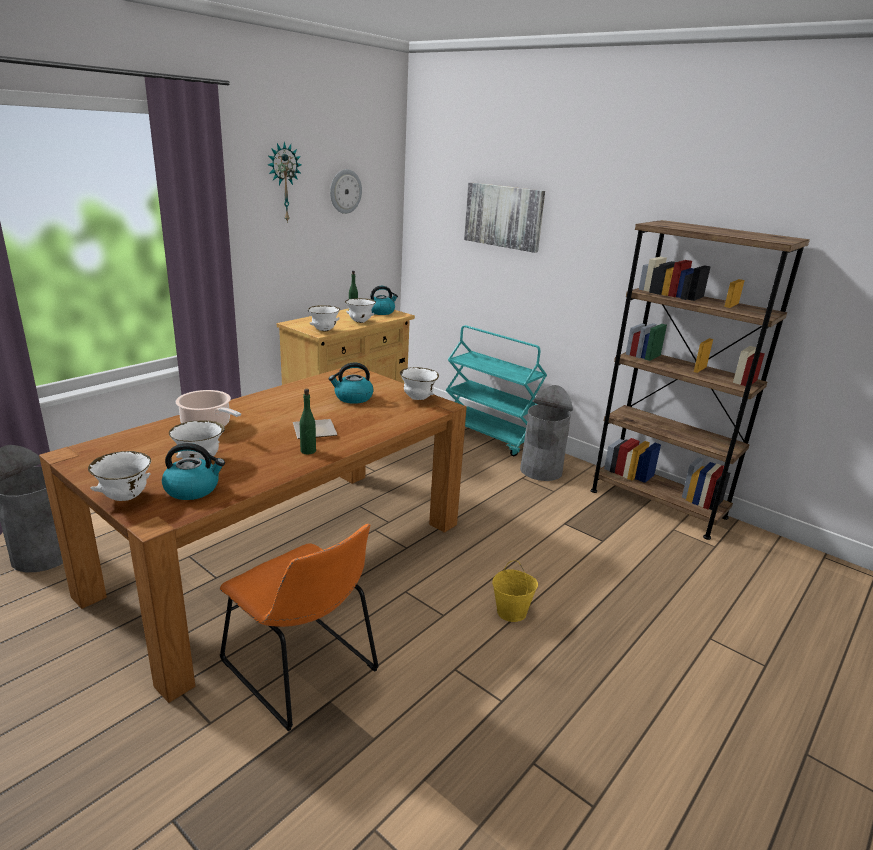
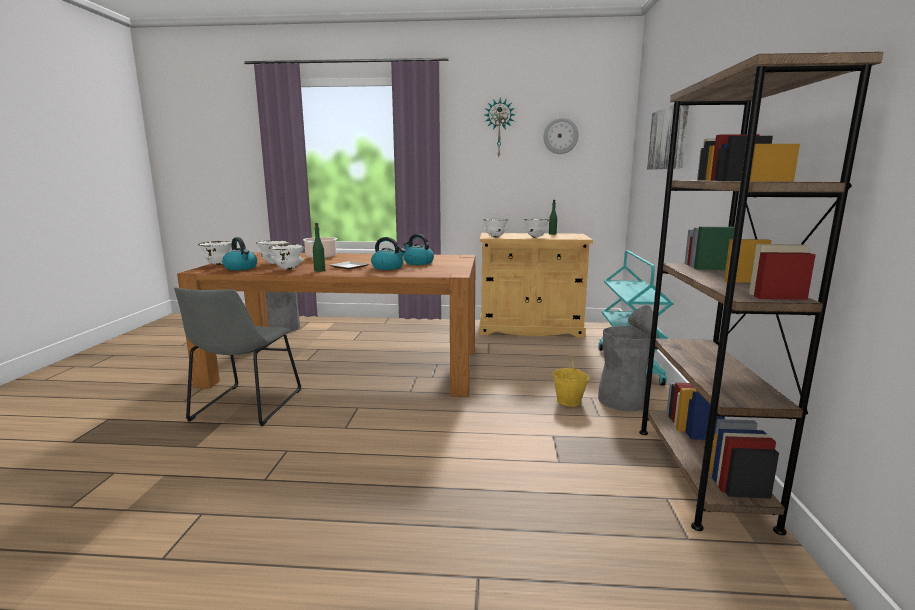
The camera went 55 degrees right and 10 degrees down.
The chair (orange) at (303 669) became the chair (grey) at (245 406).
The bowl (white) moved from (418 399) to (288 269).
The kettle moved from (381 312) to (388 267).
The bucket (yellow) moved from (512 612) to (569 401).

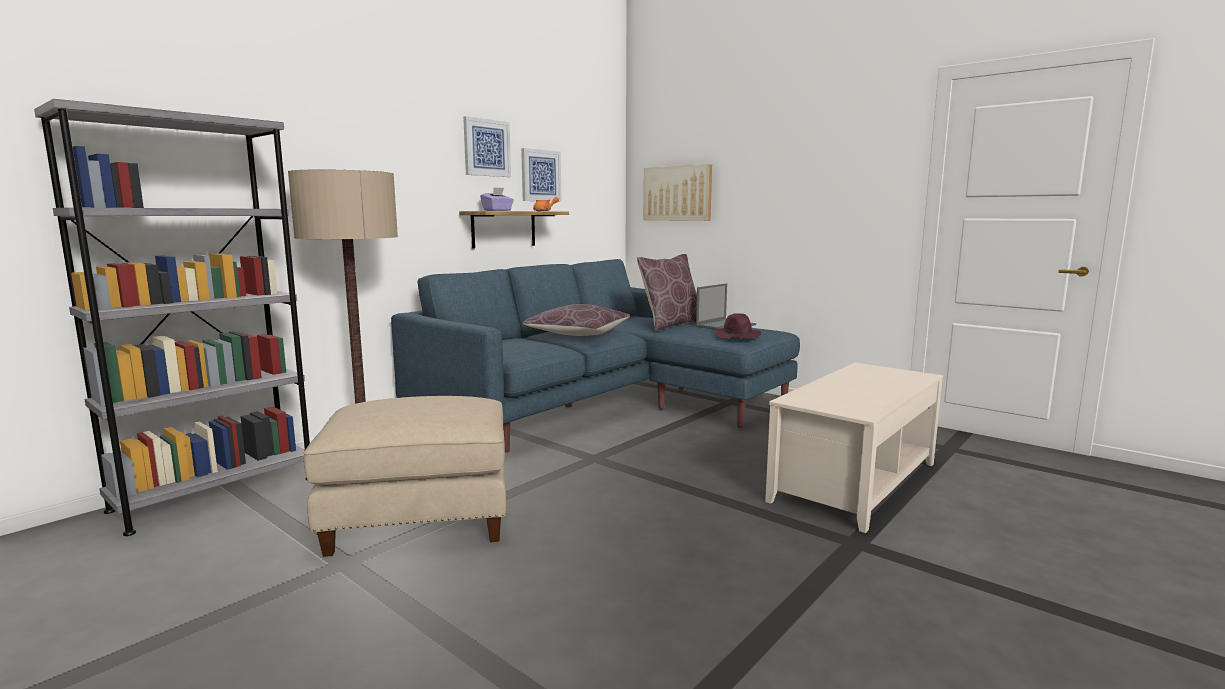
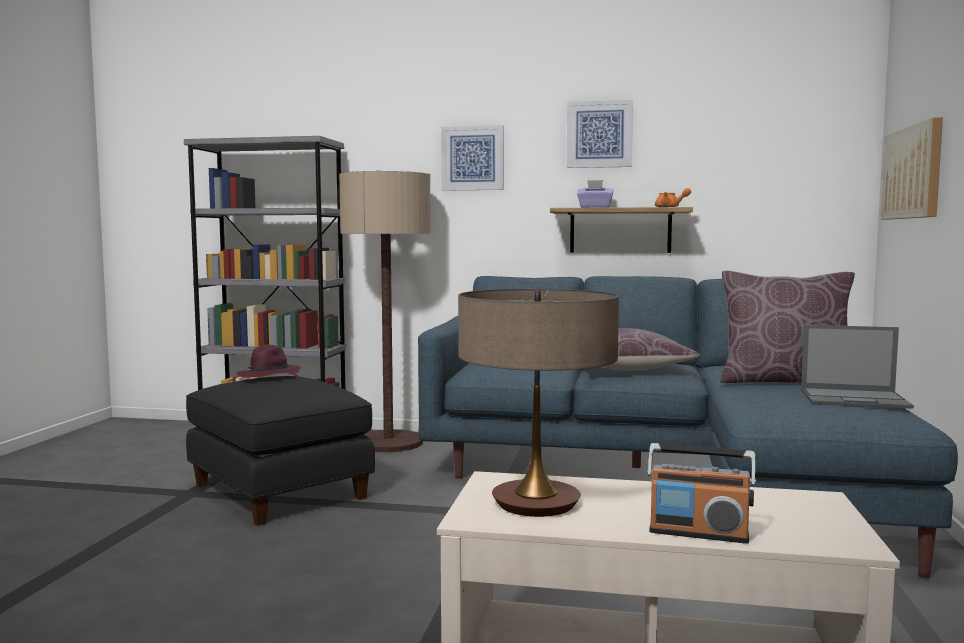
The camera went 60 degrees right and 5 degrees down.
The ottoman (beige) at (421 518) became the ottoman (black) at (281 491).
The hat (purple) moved from (738 336) to (268 376).
The picture moved from (540 175) to (472 158).
The table lamp at (536 503) appeared.
The radio at (698 533) appeared.

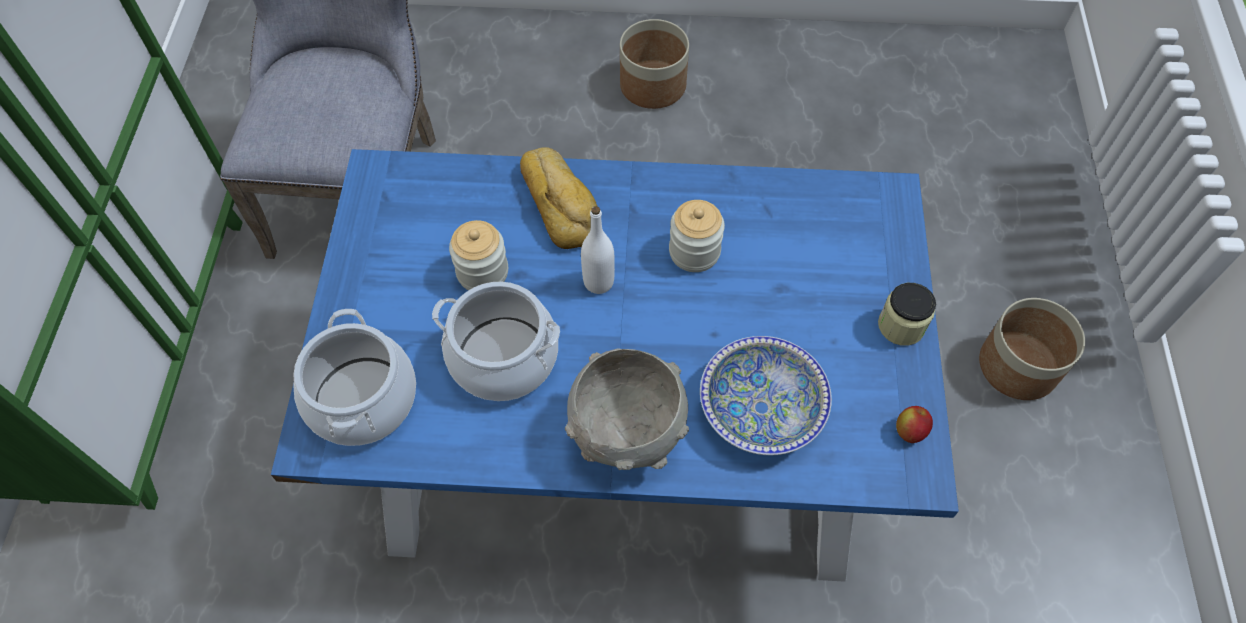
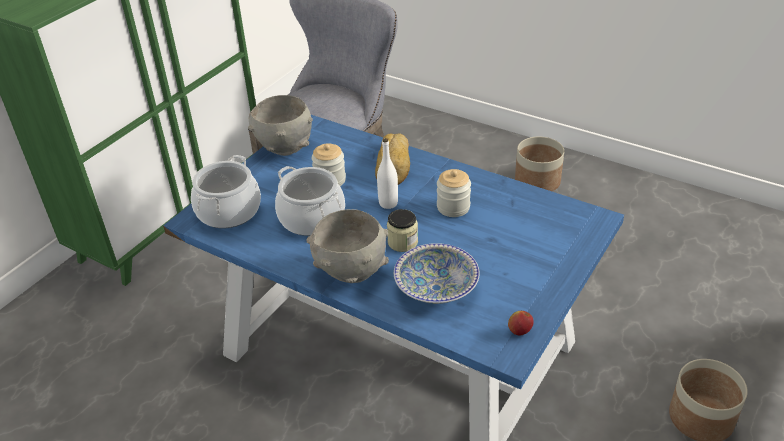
The camera went 30 degrees right and 20 degrees down.
The bowl (grey) at (284 148) appeared.
The jar moved from (901 326) to (402 242).

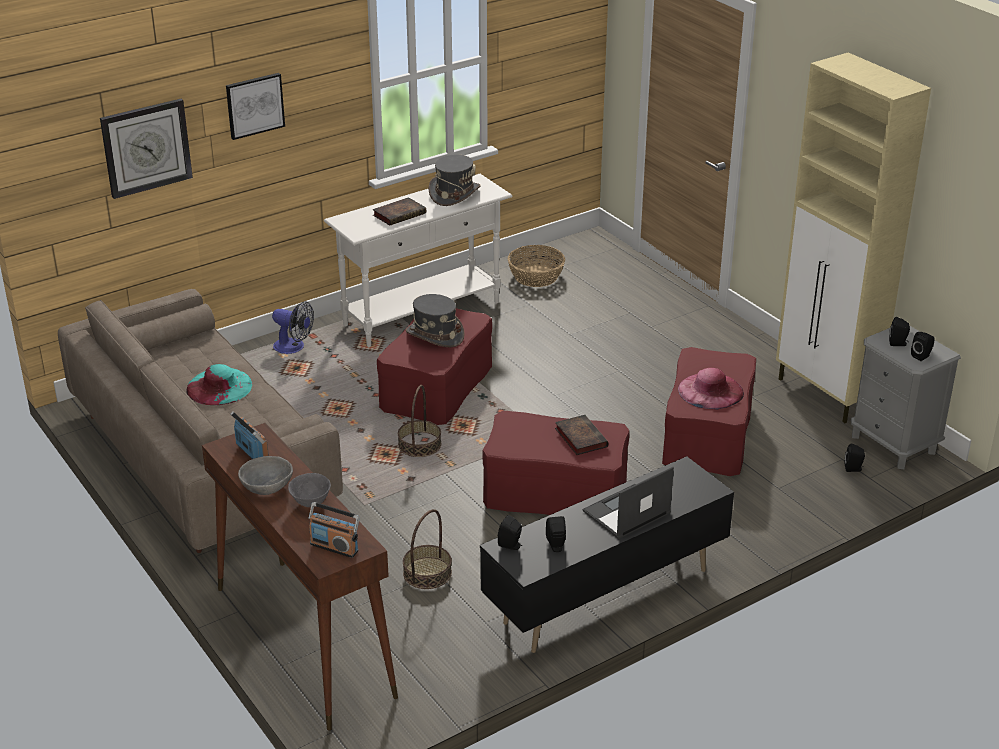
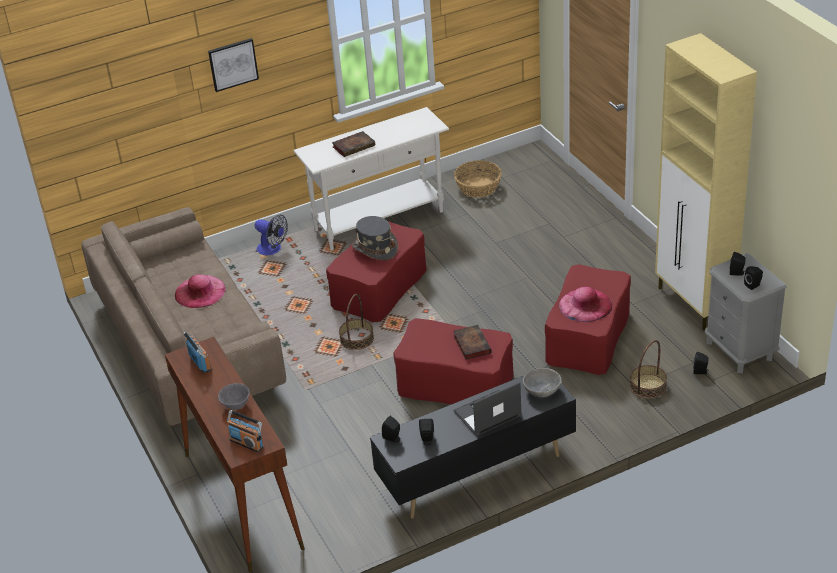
The camera went 10 degrees right and 5 degrees up.
The hat (turquoise) at (219 386) became the hat (pink) at (200 291).
The bowl (grey) moved from (266 487) to (542 390).
The basket moved from (427 573) to (648 386).
The wall clock at (146 147) disappeared.
The hat (grey) at (454 194) disappeared.

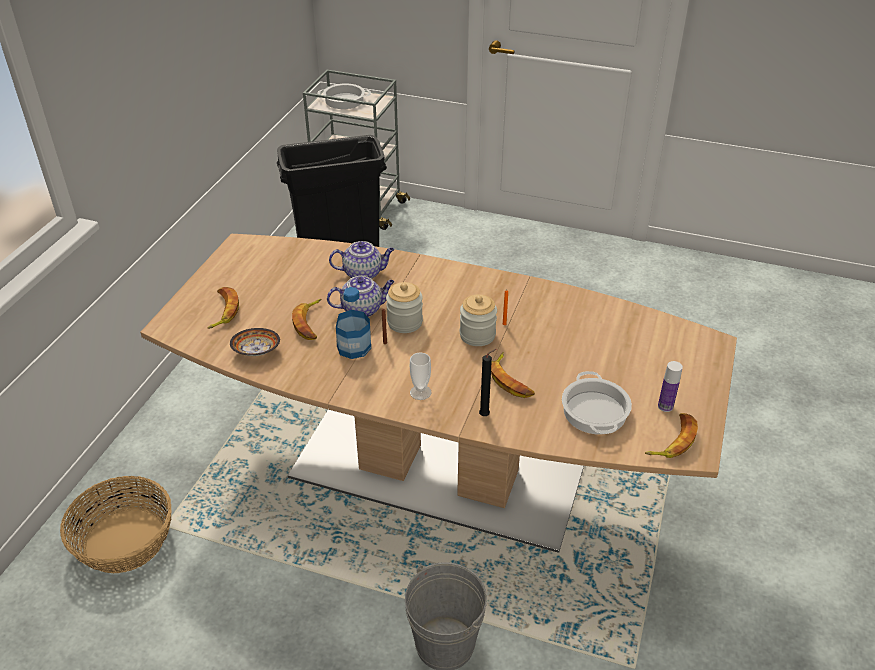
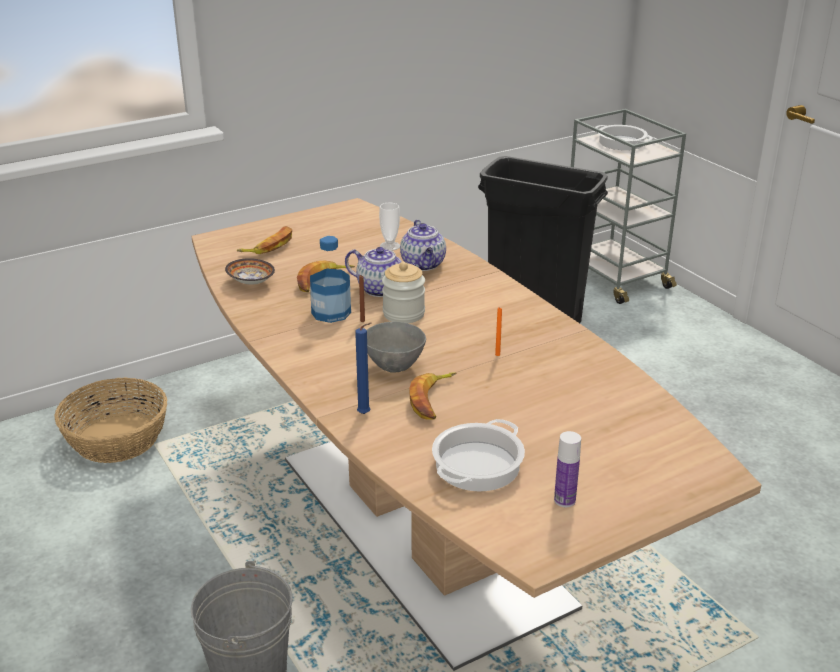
The camera went 40 degrees right and 10 degrees down.
The candle (black) at (486 415) became the candle (blue) at (365 414).
The bowl (grey) at (395 367) appeared.
The cup moved from (420 392) to (390 246).
The teapot at (363 273) turned 45 degrees clockwise.
The jar at (477 335) disappeared.
The banana at (673 440) disappeared.

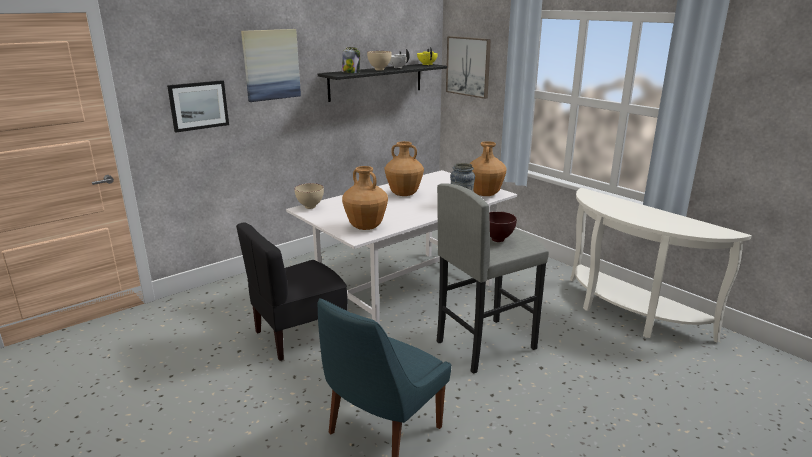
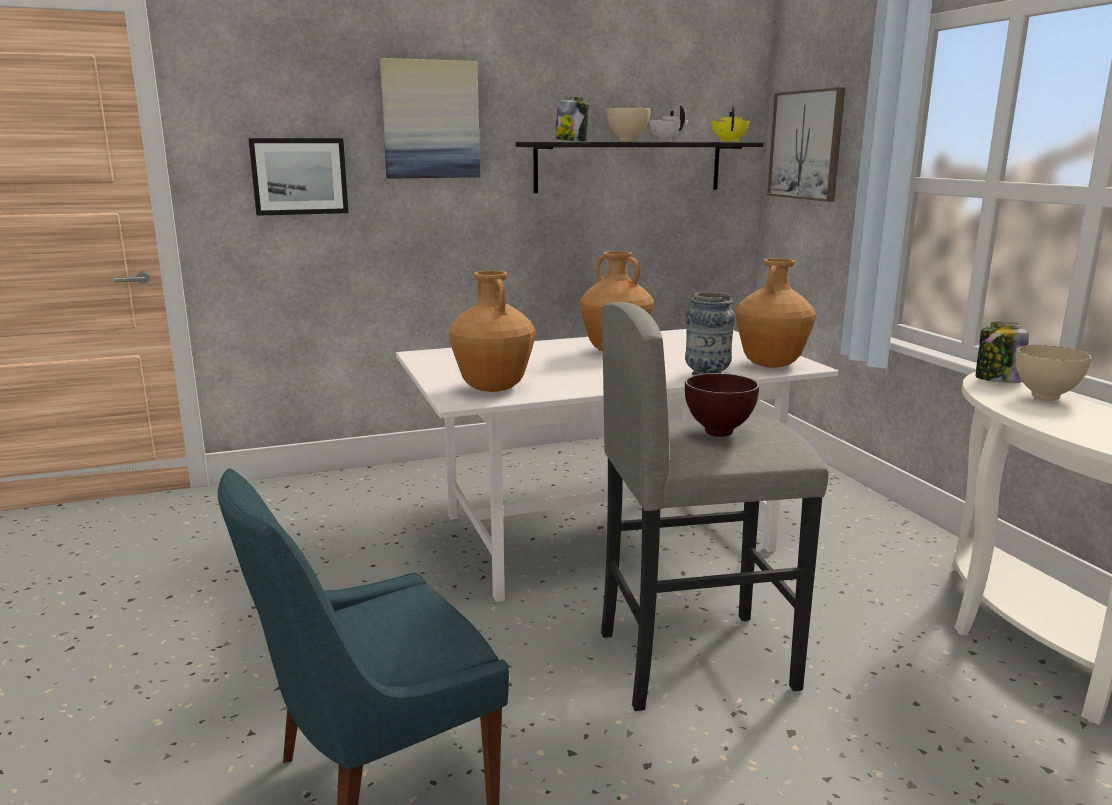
The camera went 20 degrees right and 5 degrees down.
The jar at (997 380) appeared.
The bowl (beige) moved from (309 207) to (1043 398).
The chair (black) at (299 335) disappeared.

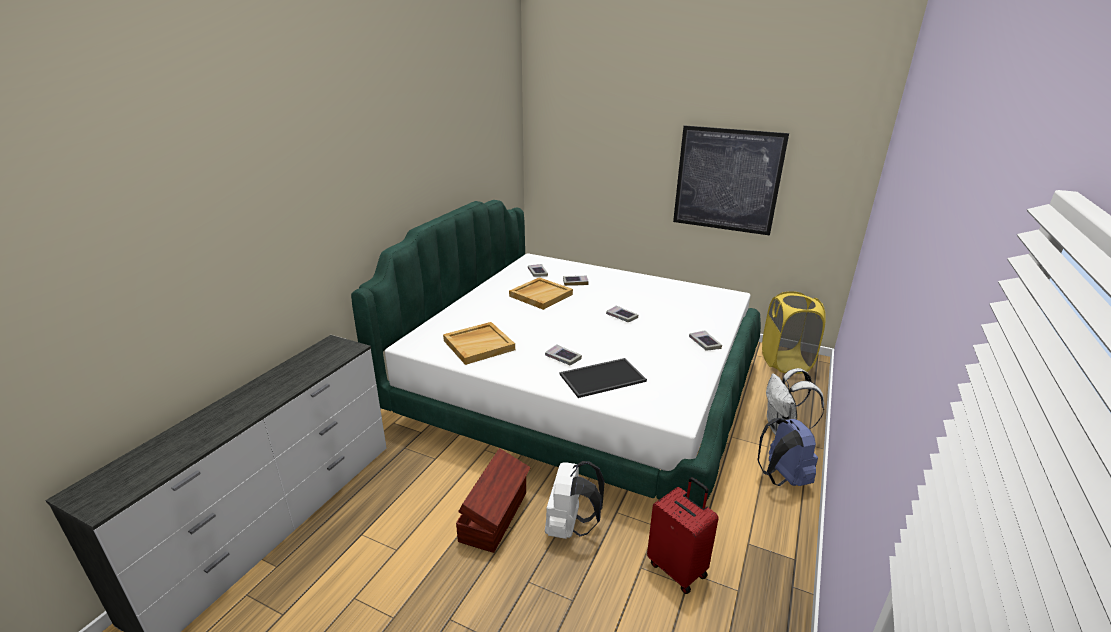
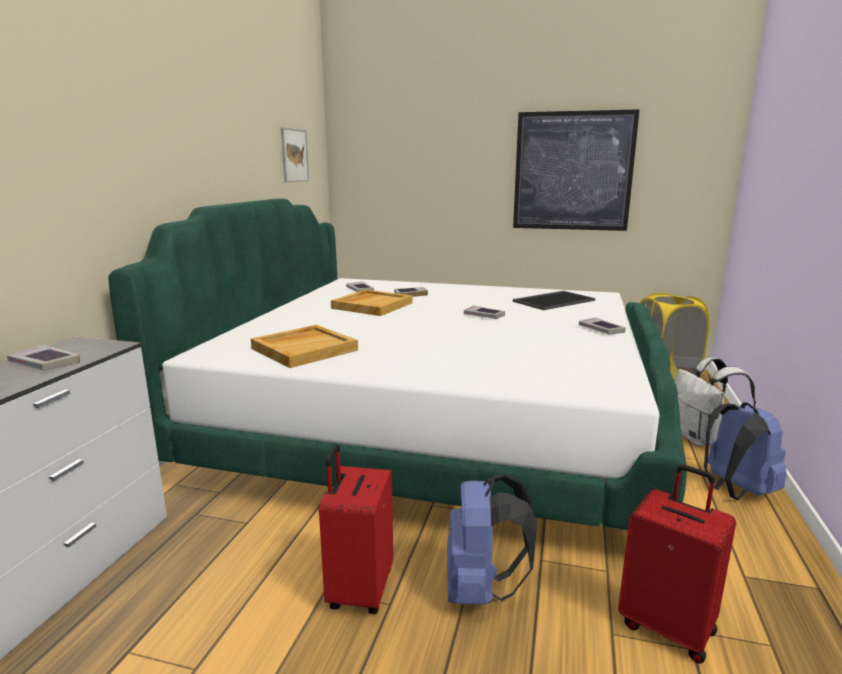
The camera went 10 degrees left and 10 degrees down.
The book moved from (563 358) to (44 363).
The picture at (294 155) appeared.
The storage box (brown) at (495 516) was replaced by the suitcase (red) at (359 590).
The backpack (white) at (570 527) became the backpack (blue) at (481 589).
The tray moved from (602 377) to (553 300).

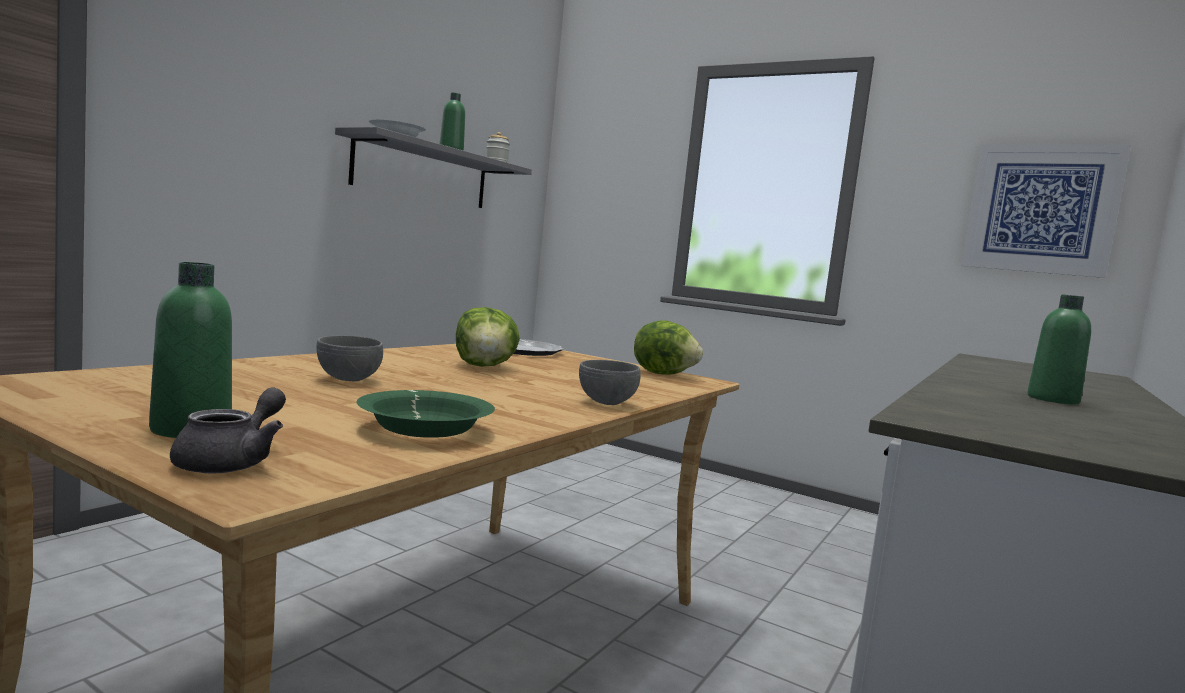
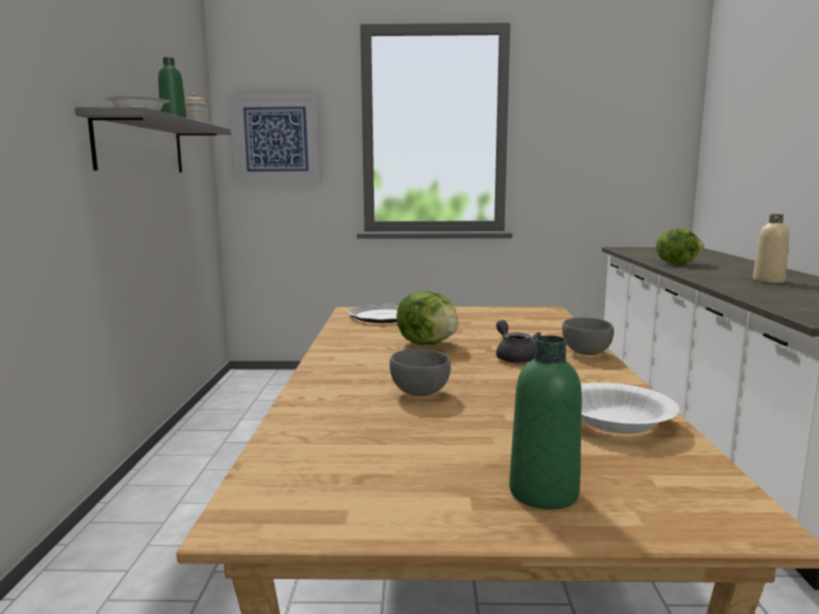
The camera went 30 degrees left and 5 degrees up.
The picture moved from (1041 209) to (276 139).
The teapot (grey) moved from (232 462) to (514 357).
The bowl (green) at (425 429) became the bowl (white) at (615 421).
The lettuce moved from (664 374) to (676 263).
The bottle (green) at (1053 400) became the bottle (beige) at (768 281).

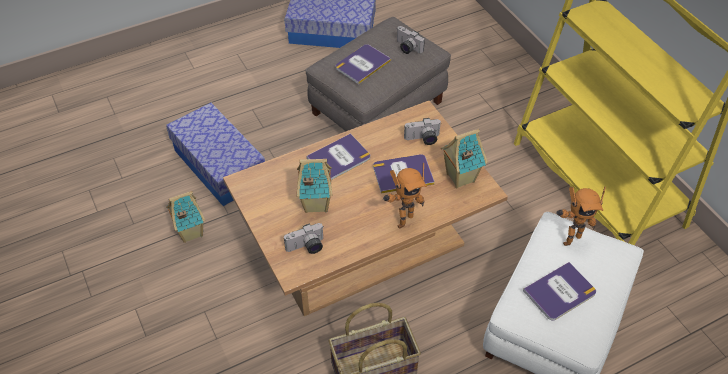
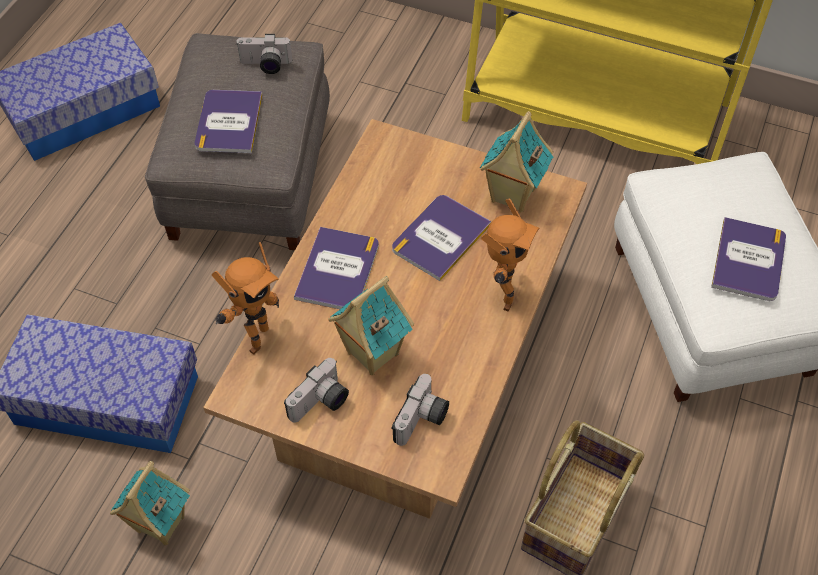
The camera went 40 degrees left and 5 degrees up.
The toy robot moved from (569 238) to (254 338).
The photo camera moved from (423 139) to (321 403).

